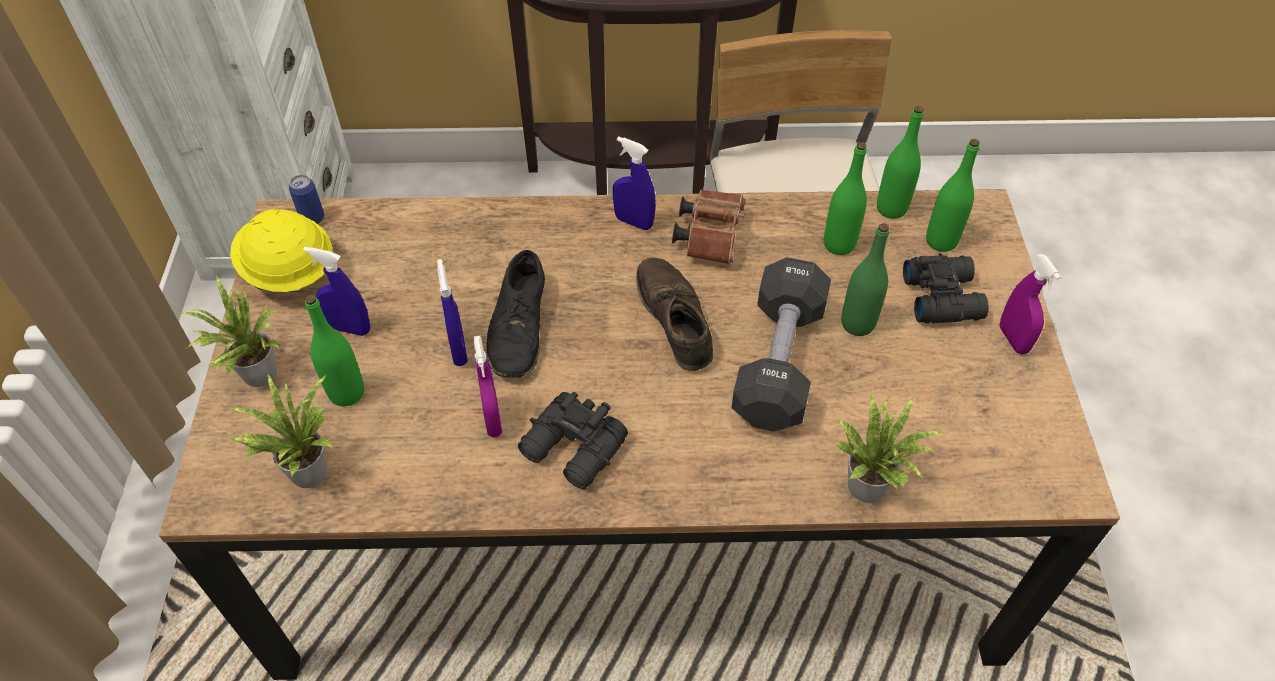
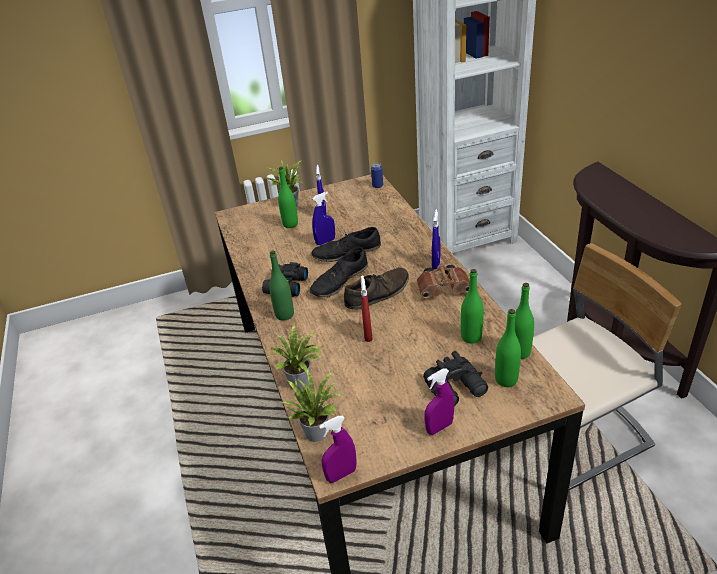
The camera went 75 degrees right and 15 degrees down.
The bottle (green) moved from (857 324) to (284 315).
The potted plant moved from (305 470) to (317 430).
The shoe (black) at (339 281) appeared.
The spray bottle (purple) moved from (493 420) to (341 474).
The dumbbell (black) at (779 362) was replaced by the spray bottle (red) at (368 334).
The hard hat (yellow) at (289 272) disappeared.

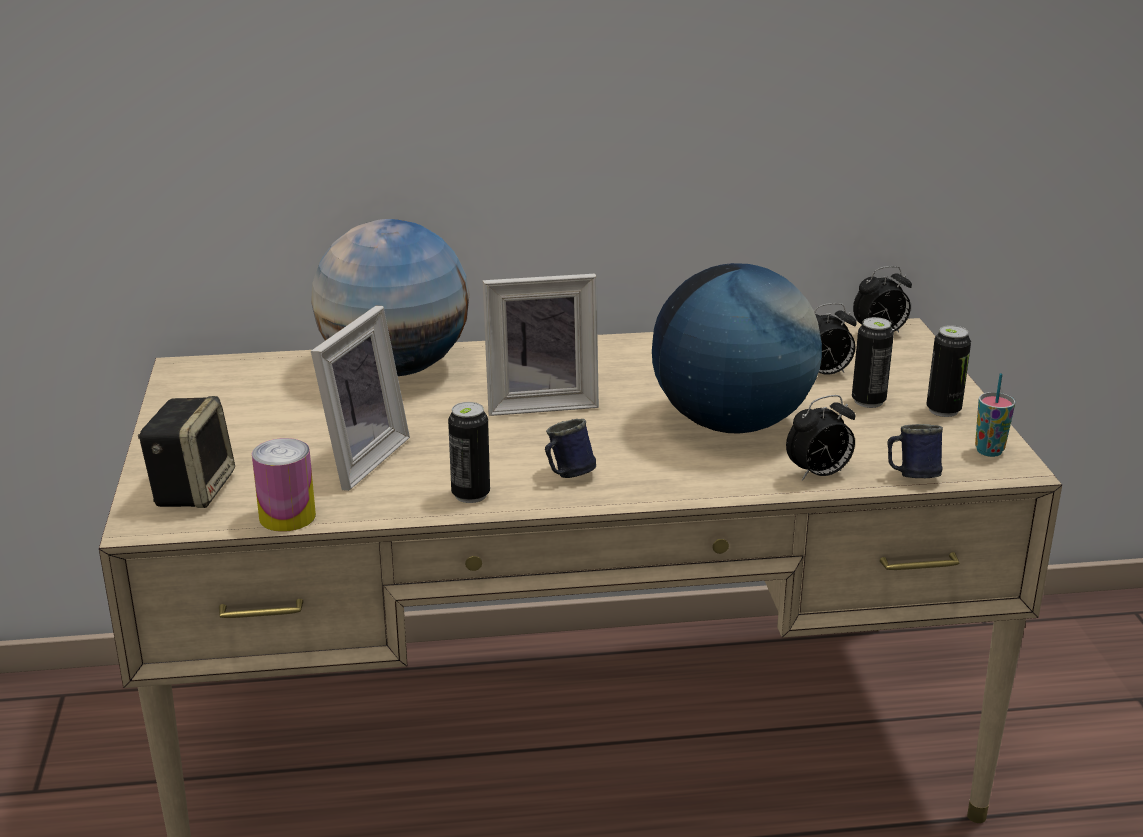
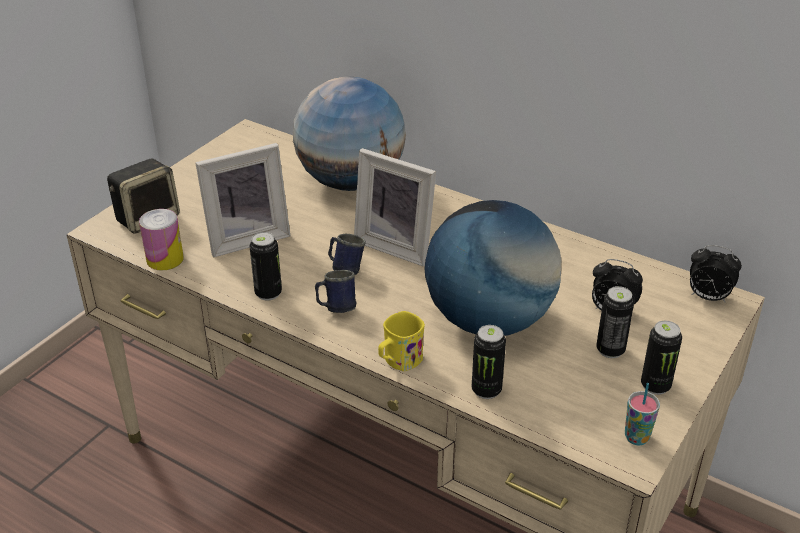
The camera went 40 degrees right and 10 degrees up.
The mug (blue) moved from (911 476) to (345 269).
The mug (yellow) at (398 362) appeared.
The alarm clock at (818 475) was replaced by the can at (486 390).

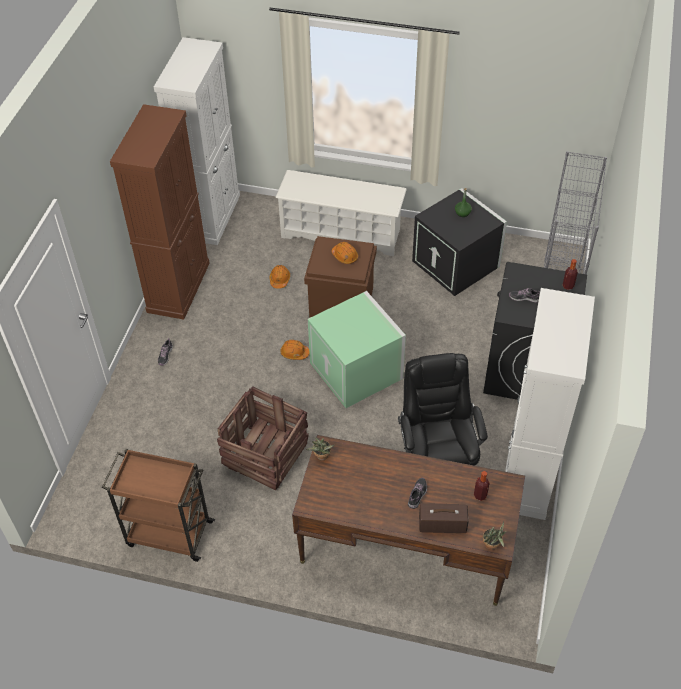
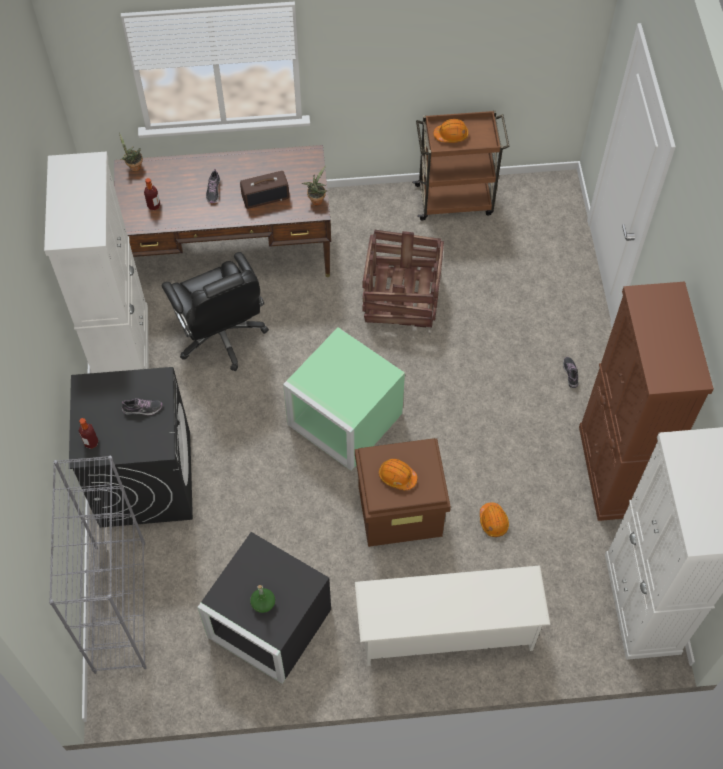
The camera went 160 degrees right and 10 degrees up.
The radio moved from (442 525) to (265 196).
The hard hat (orange) moved from (294 353) to (451 135).

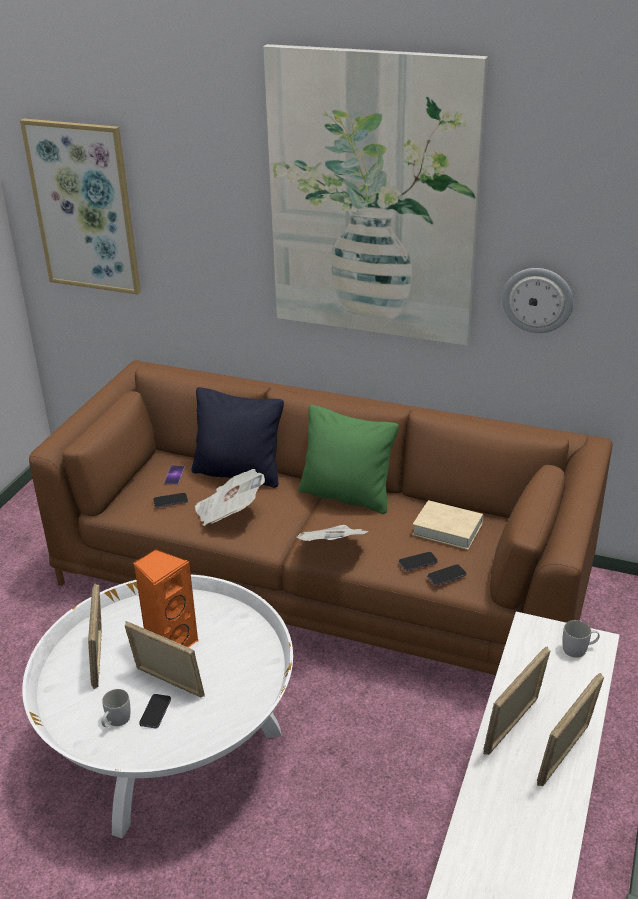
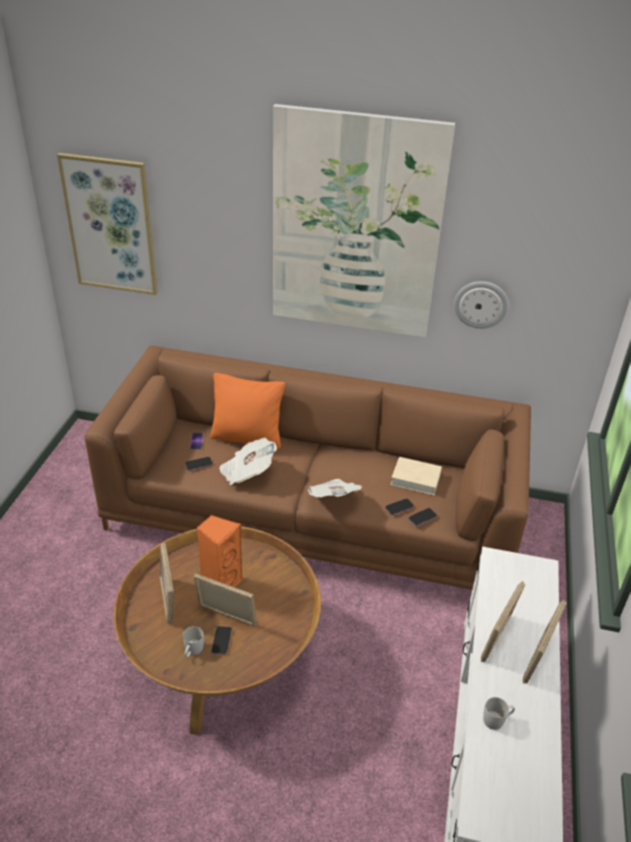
The camera went 10 degrees left and 5 degrees up.
The coffee table (white) at (172 747) became the coffee table (brown) at (222 659).
The pillow (black) at (239 473) became the pillow (orange) at (247 438).
The mug (white) moved from (579 649) to (497 720).
The pillow (green) at (347 496) disappeared.

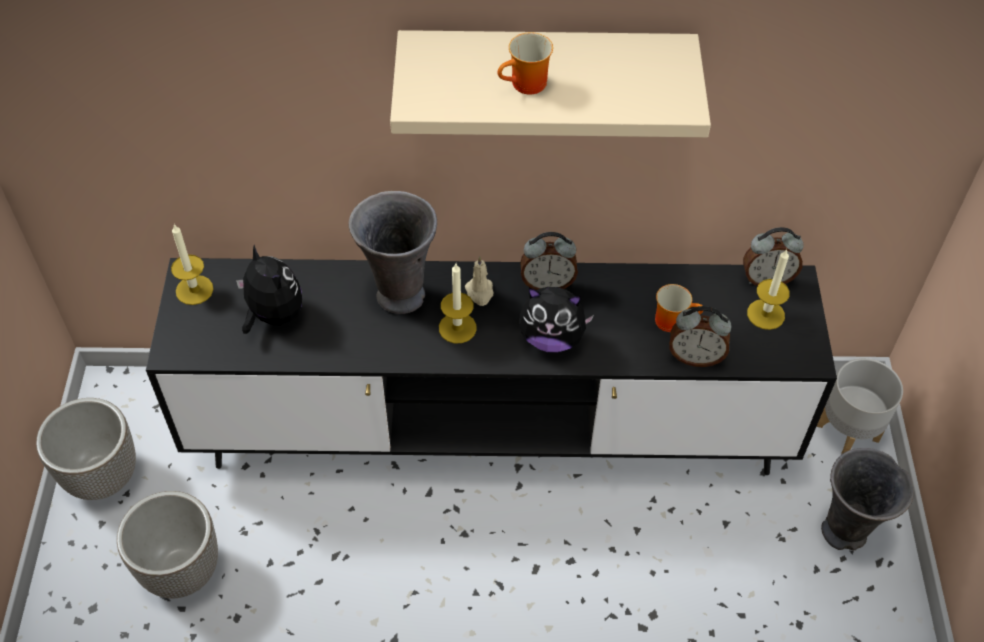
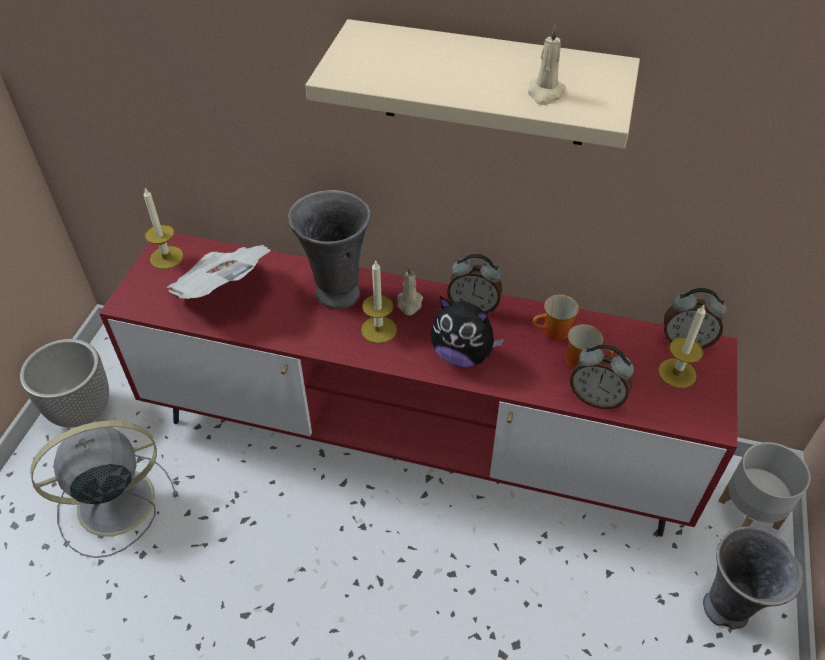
The camera went 15 degrees right and 5 degrees down.
The planter at (181 572) was replaced by the fan (grey) at (112 504).
The tv stand (black) at (490 432) became the tv stand (red) at (413 442).
The plush toy at (273 315) was replaced by the newspaper at (222 289).
The candle (beige) at (545 93) appeared.
The mug moved from (527 86) to (554 333).

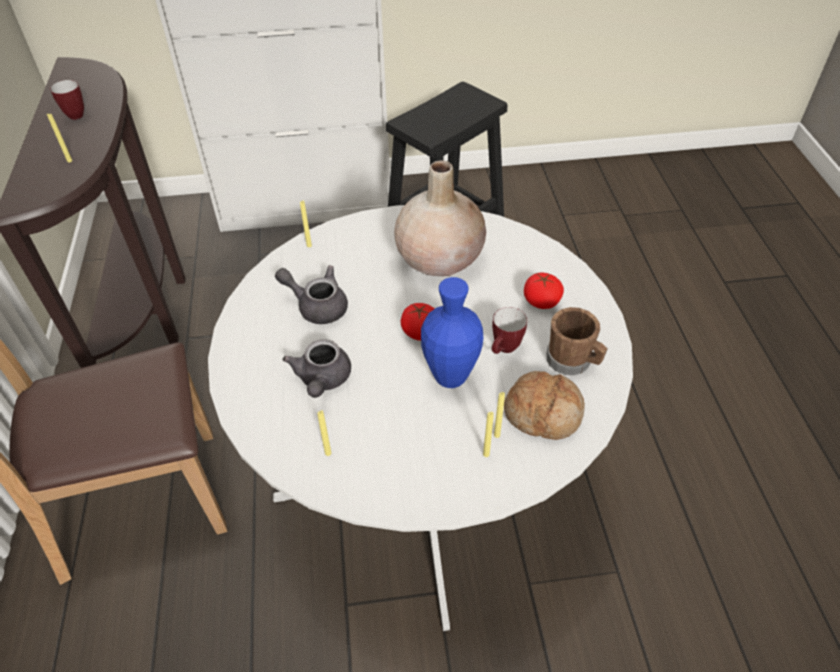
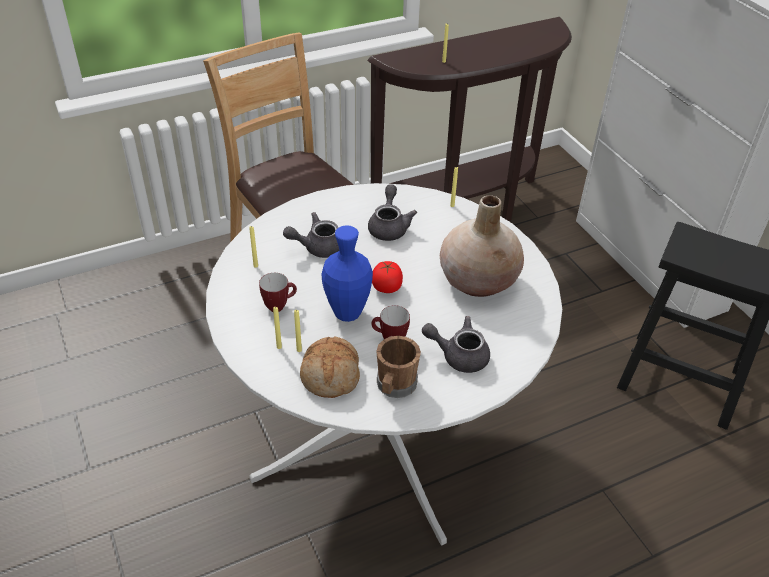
The camera went 70 degrees right and 5 degrees down.
The mug moved from (76 114) to (279 305).
The tomato at (541 302) was replaced by the teapot (grey) at (458 355).

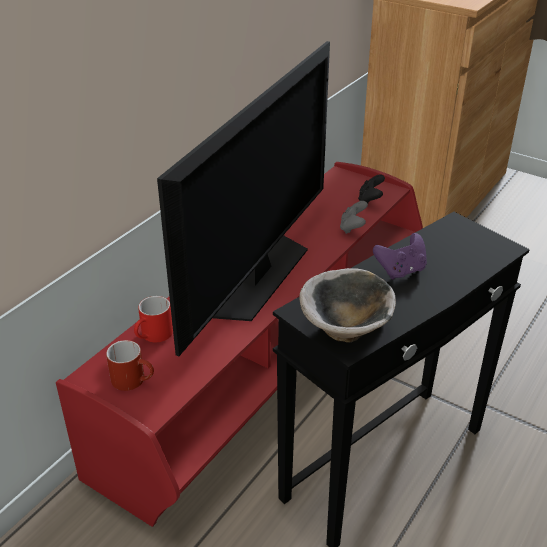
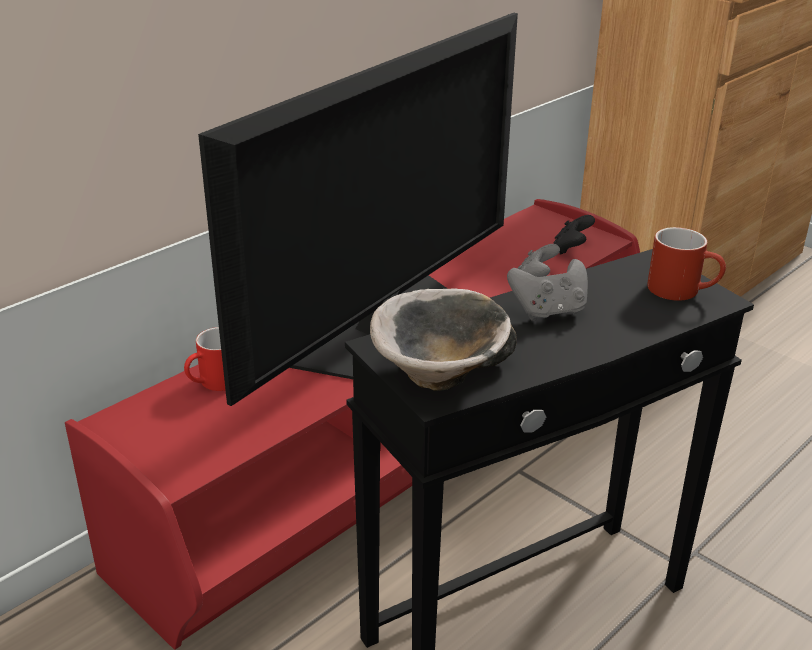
The camera went 10 degrees right and 5 degrees down.
The game controller (purple) at (401 270) became the game controller (grey) at (549 311).
The mug (red) moved from (134 380) to (683 290).

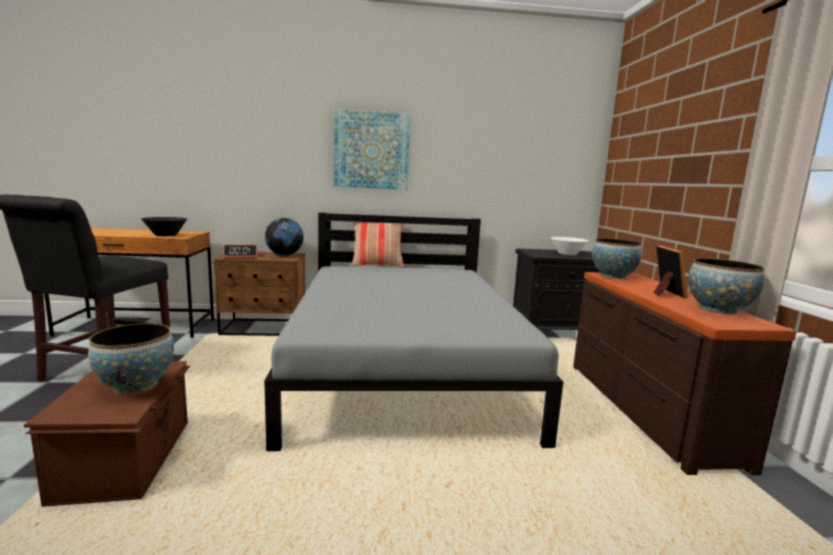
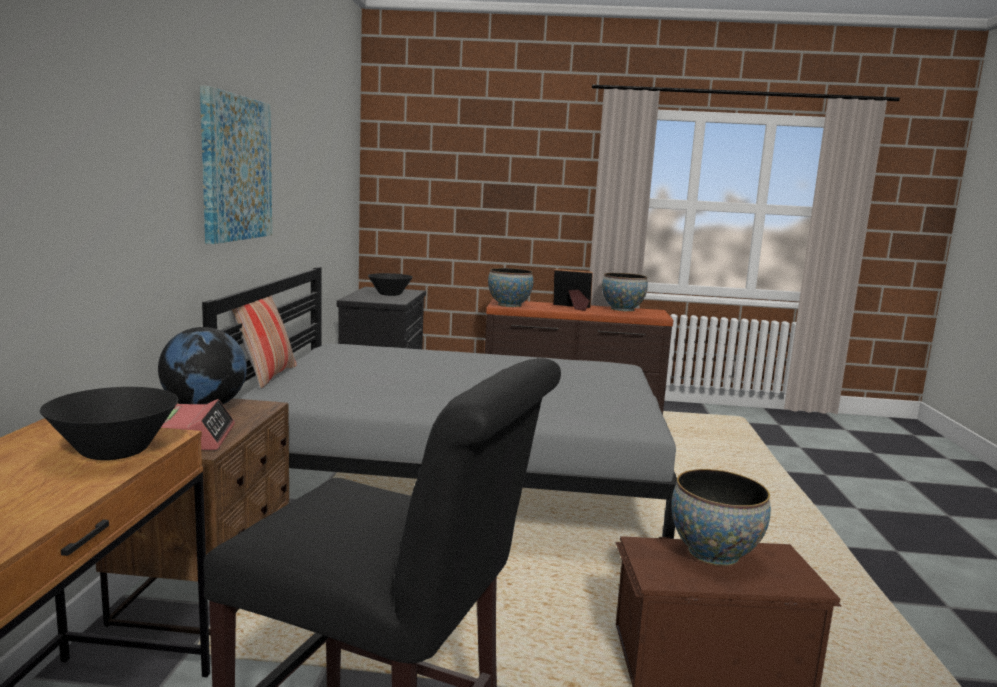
The camera went 80 degrees left and 0 degrees up.
The bowl (white) at (567 254) became the bowl (black) at (390 294).

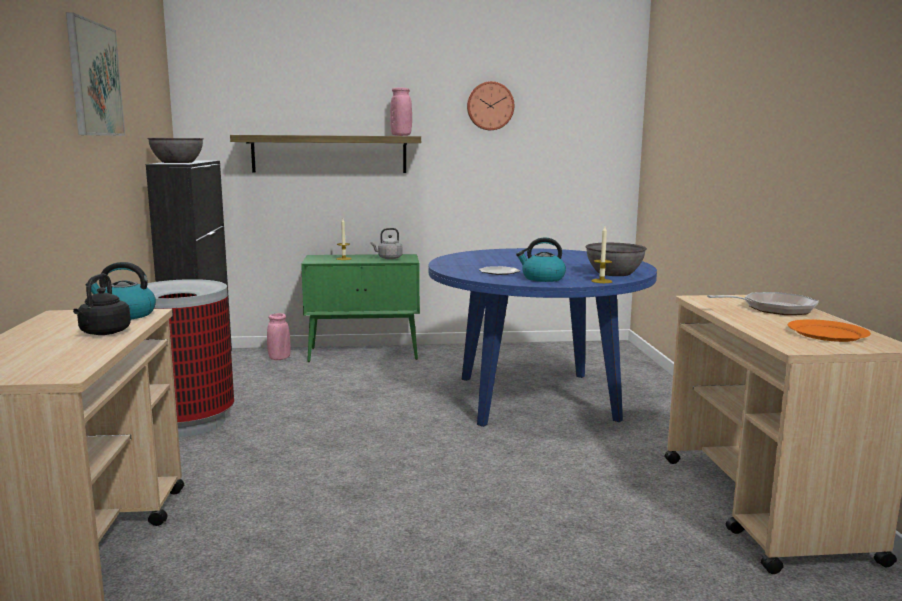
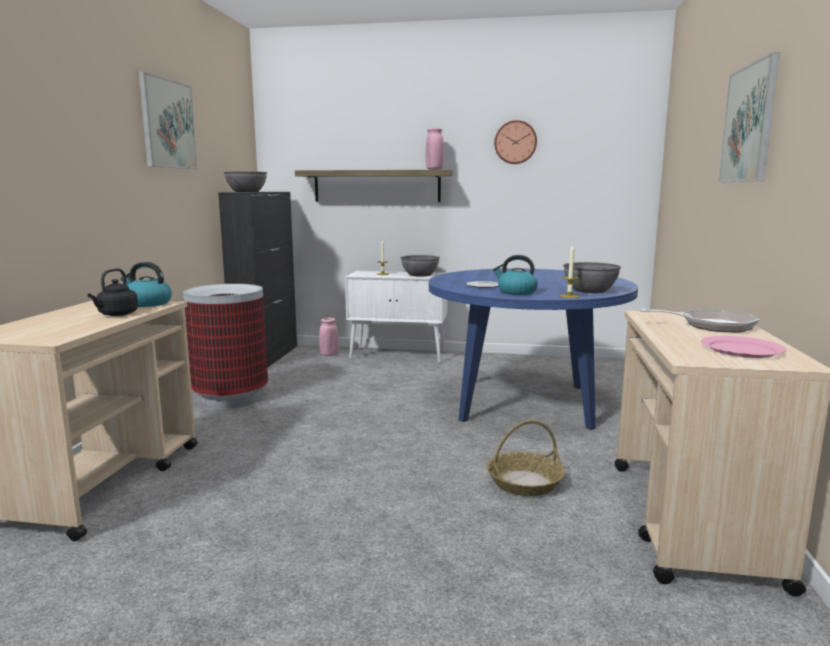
The camera went 15 degrees right and 0 degrees up.
The cabinet (green) at (364 354) became the cabinet (white) at (399 355).
The kettle (grey) at (388 258) was replaced by the bowl (grey) at (420 275).
The basket at (524 482) appeared.
The plate (orange) at (827 334) became the plate (pink) at (741 350).
The picture at (749 124) appeared.

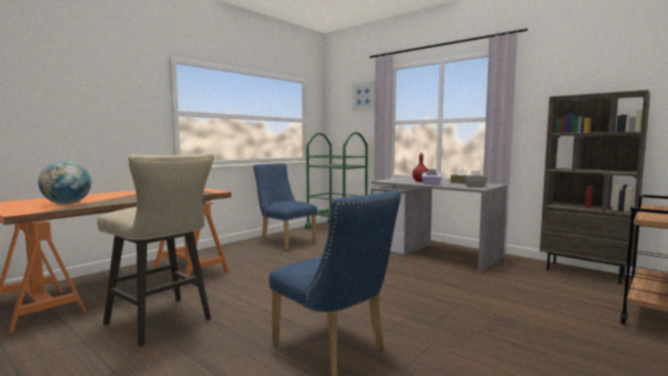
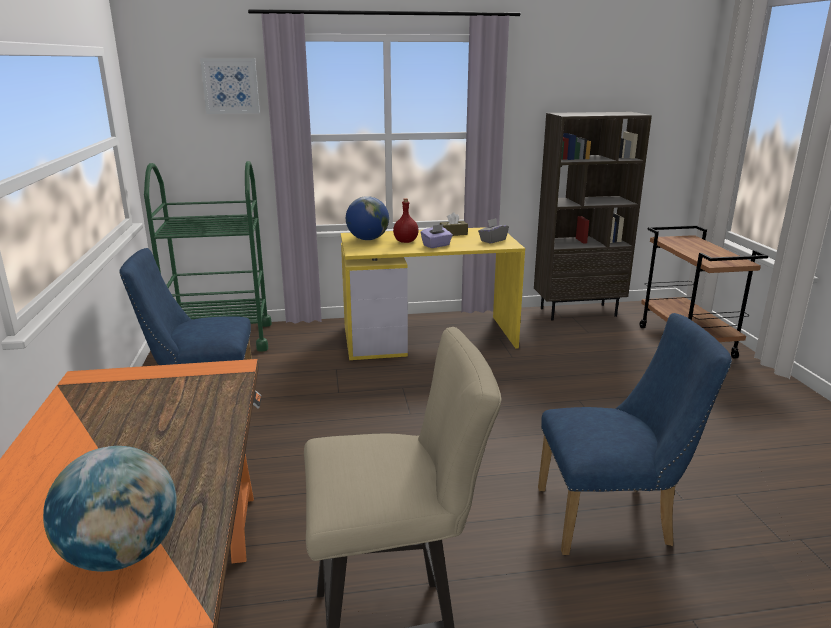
The camera went 50 degrees left and 15 degrees up.
The desk (grey) at (435 253) became the desk (yellow) at (429 336).
The globe at (368 239) appeared.

